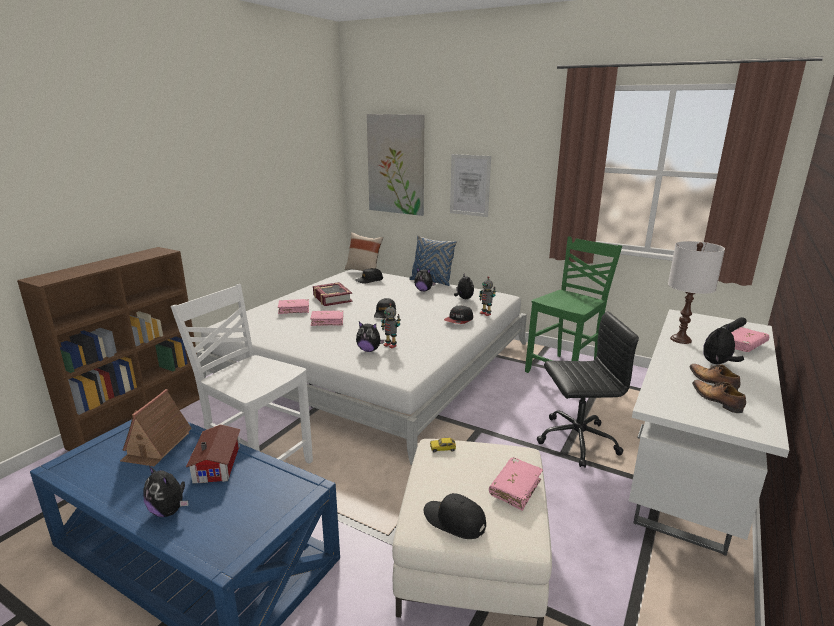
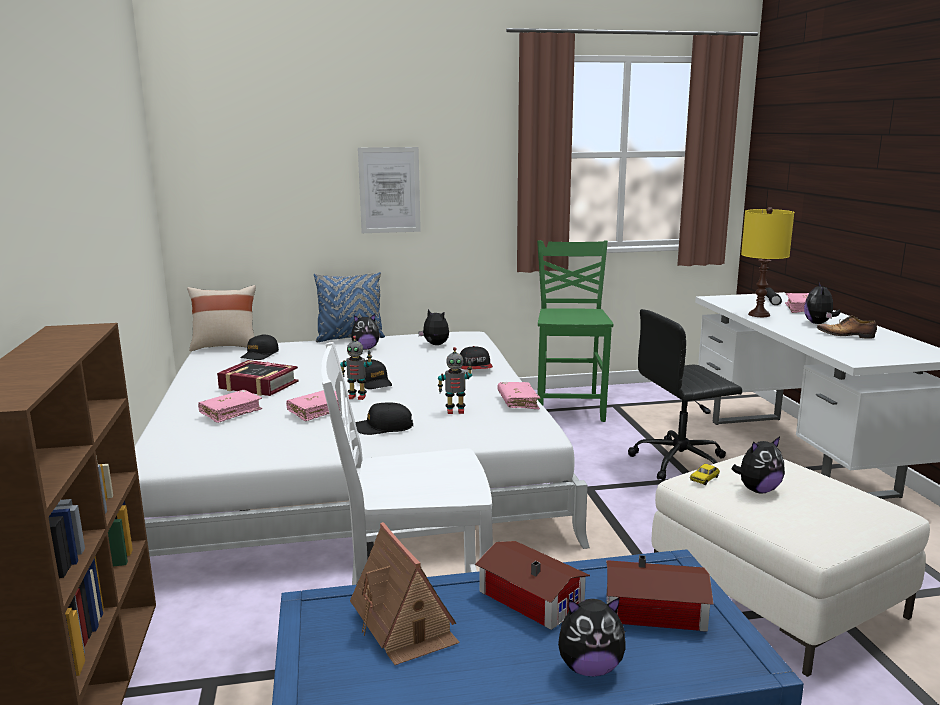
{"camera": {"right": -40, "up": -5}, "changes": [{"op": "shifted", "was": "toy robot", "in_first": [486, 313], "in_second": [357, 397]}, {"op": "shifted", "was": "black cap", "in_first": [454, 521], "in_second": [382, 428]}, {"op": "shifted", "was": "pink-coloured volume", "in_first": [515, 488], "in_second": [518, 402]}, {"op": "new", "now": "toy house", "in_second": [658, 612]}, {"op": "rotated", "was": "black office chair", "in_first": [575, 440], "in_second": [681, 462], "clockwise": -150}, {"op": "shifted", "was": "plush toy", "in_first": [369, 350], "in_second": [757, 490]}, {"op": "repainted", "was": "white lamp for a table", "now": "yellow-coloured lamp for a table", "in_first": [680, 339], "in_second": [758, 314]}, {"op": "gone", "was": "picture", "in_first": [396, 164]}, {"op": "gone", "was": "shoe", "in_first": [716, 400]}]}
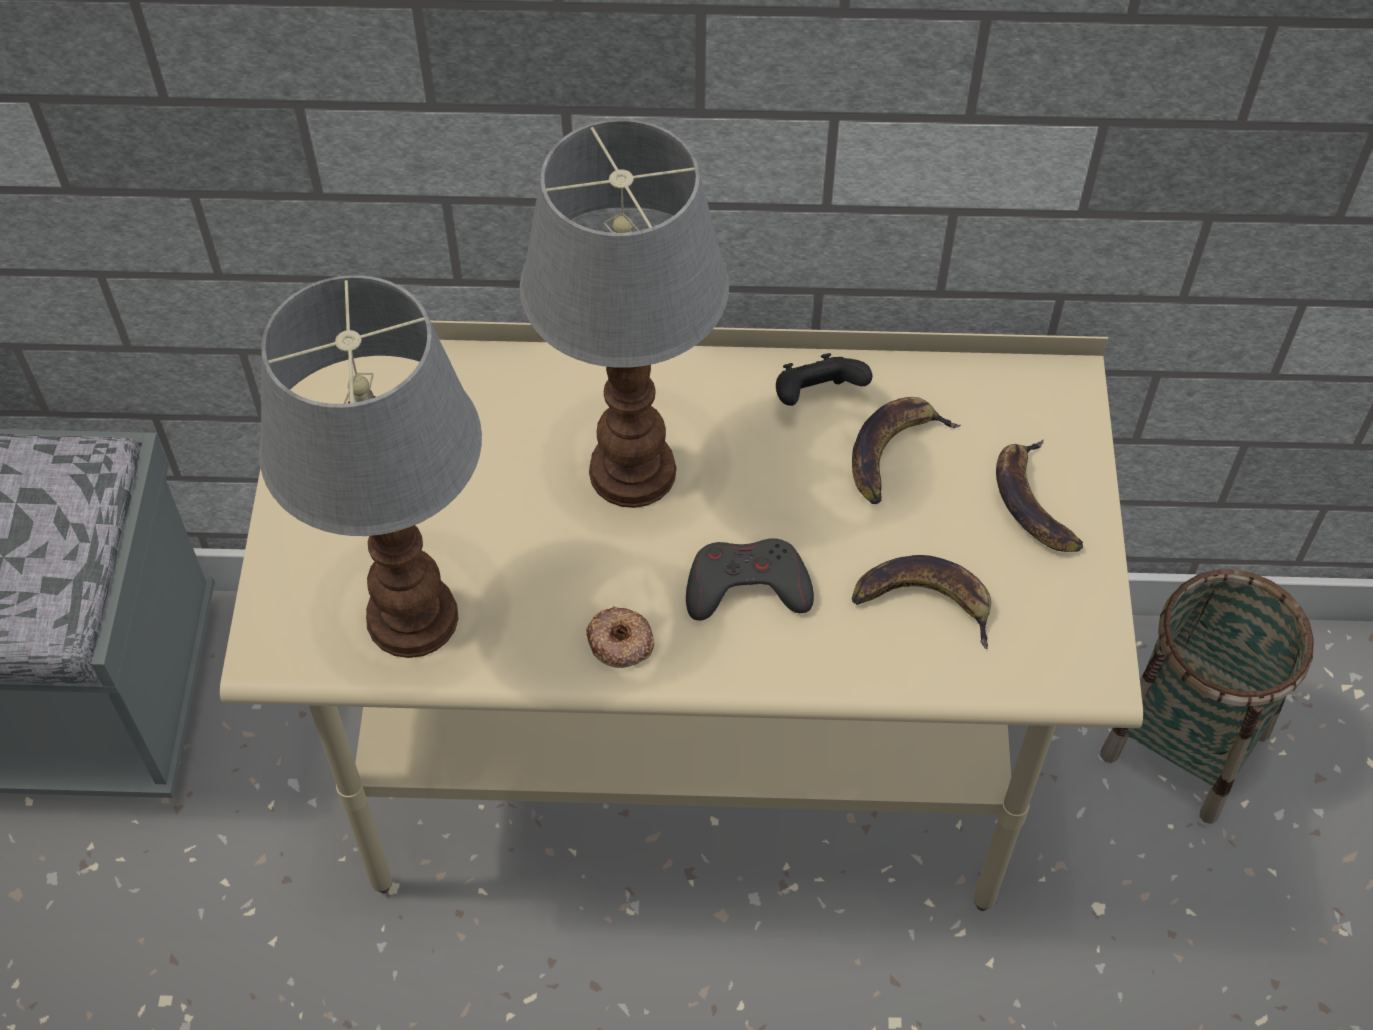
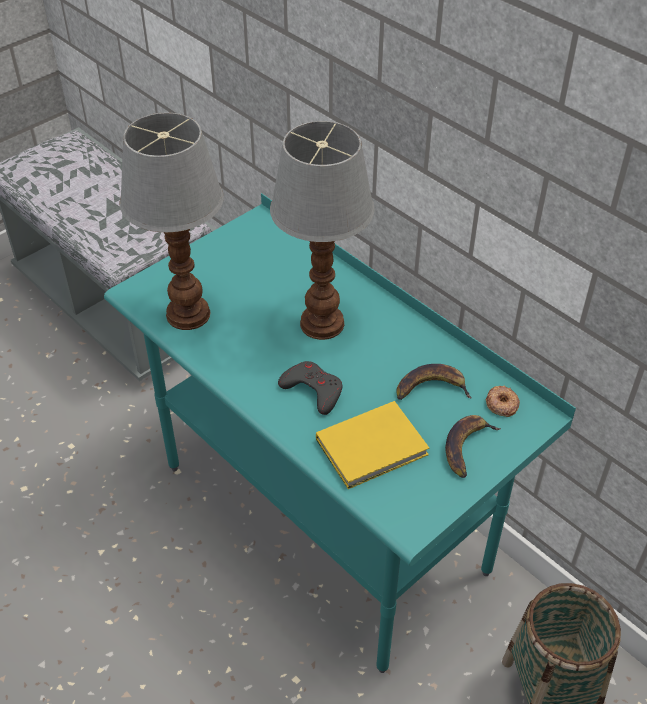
{"camera": {"right": 45, "up": -10}, "changes": [{"op": "repainted", "was": "sand-coloured desk", "now": "turquoise-coloured desk", "in_first": [686, 767], "in_second": [324, 518]}, {"op": "swapped", "was": "banana fruit", "now": "yellow-coloured volume", "in_first": [925, 601], "in_second": [375, 447]}, {"op": "shifted", "was": "doughnut", "in_first": [620, 642], "in_second": [501, 404]}, {"op": "gone", "was": "black gamepad", "in_first": [817, 397]}]}
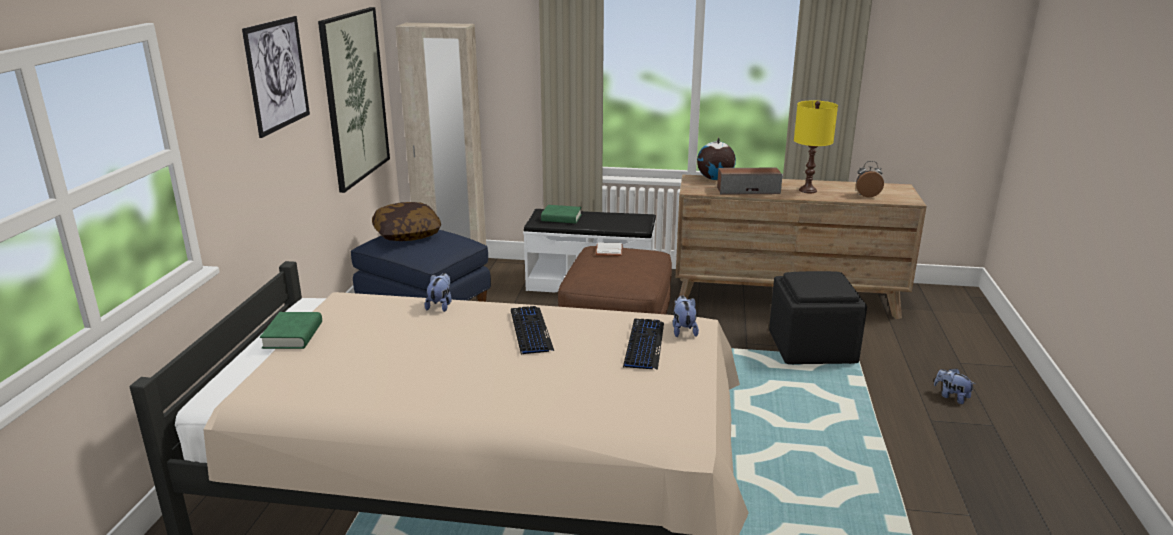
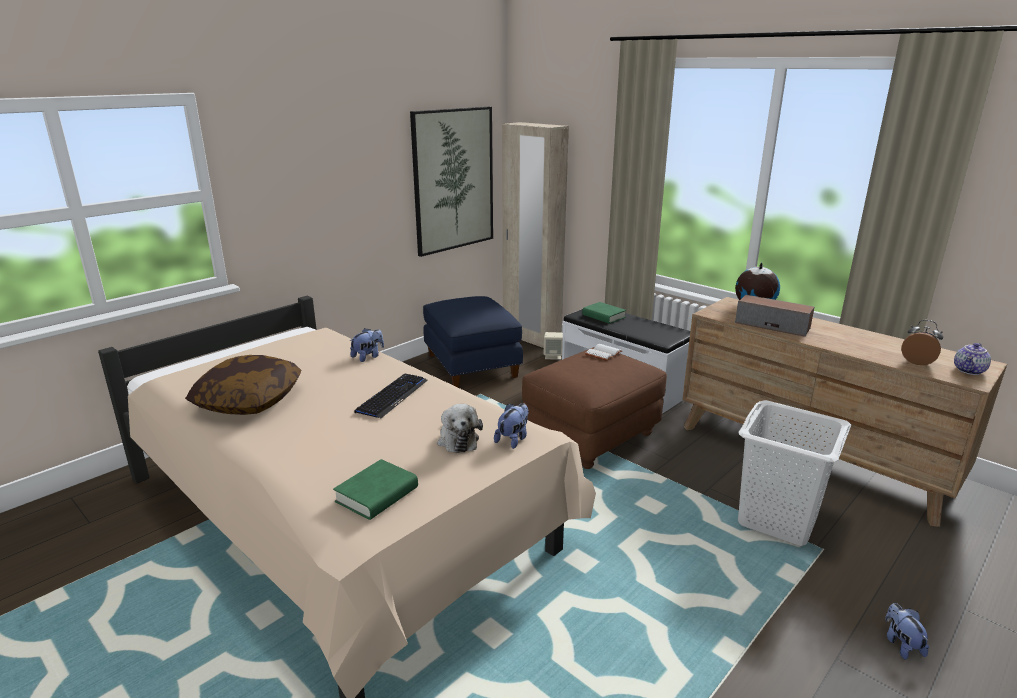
{"camera": {"right": 35, "up": 0}, "changes": [{"op": "shifted", "was": "pillow", "in_first": [407, 234], "in_second": [249, 400]}, {"op": "shifted", "was": "green-coloured volume", "in_first": [293, 335], "in_second": [377, 495]}, {"op": "swapped", "was": "PC keyboard", "now": "plush toy", "in_first": [644, 345], "in_second": [458, 439]}, {"op": "new", "now": "sand-coloured audio speaker", "in_second": [553, 356]}, {"op": "swapped", "was": "black footrest", "now": "white laundry basket", "in_first": [812, 349], "in_second": [777, 520]}, {"op": "new", "now": "teapot", "in_second": [969, 371]}, {"op": "gone", "was": "picture", "in_first": [277, 75]}, {"op": "gone", "was": "yellow-coloured lamp for a table", "in_first": [807, 190]}]}
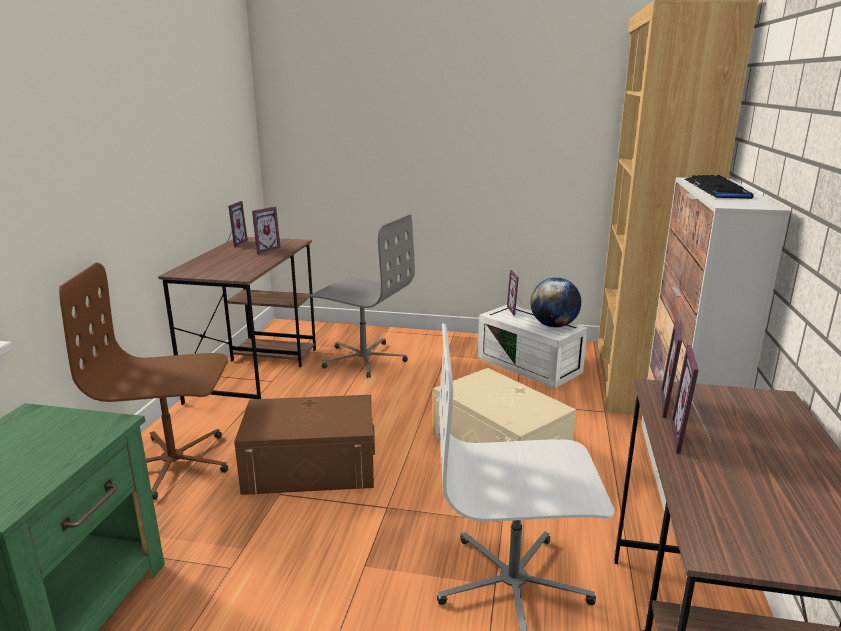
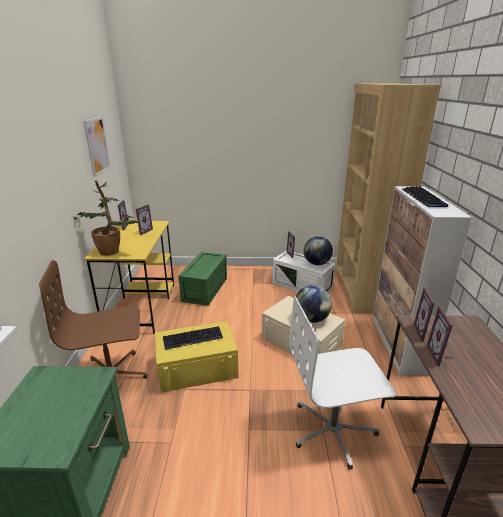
{"camera": {"right": -10, "up": 5}, "changes": [{"op": "new", "now": "houseplant", "in_second": [112, 252]}, {"op": "new", "now": "picture", "in_second": [97, 146]}, {"op": "repainted", "was": "brownish desk", "now": "yellow-coloured desk", "in_first": [255, 373], "in_second": [142, 306]}, {"op": "repainted", "was": "brownish storage container", "now": "yellow-coloured storage container", "in_first": [311, 466], "in_second": [197, 368]}, {"op": "new", "now": "PC keyboard", "in_second": [193, 338]}, {"op": "swapped", "was": "grey office chair", "now": "green-coloured storage container", "in_first": [364, 359], "in_second": [205, 289]}, {"op": "new", "now": "globe", "in_second": [311, 319]}]}
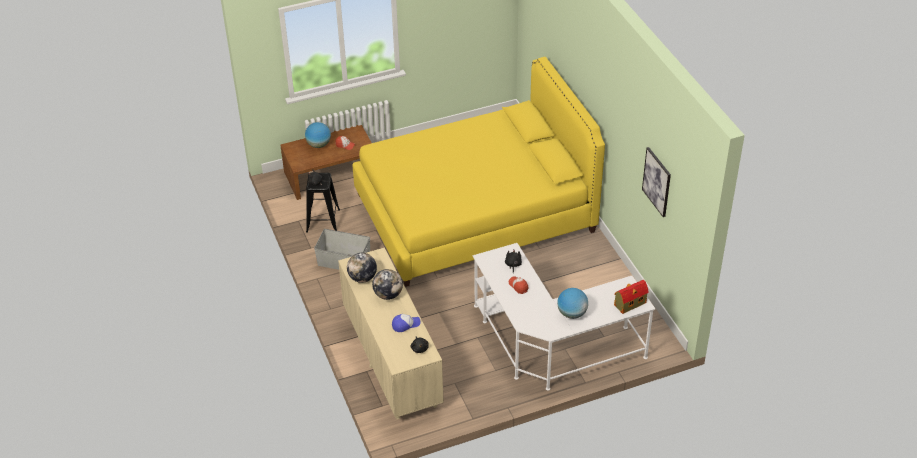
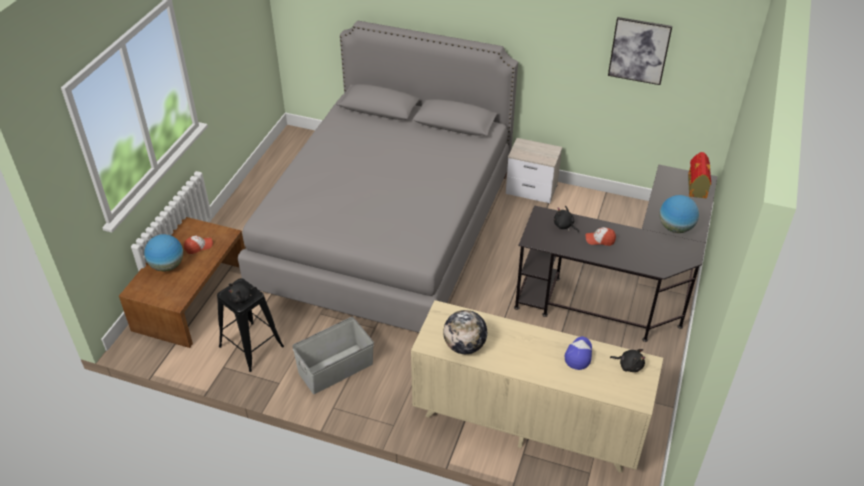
{"camera": {"right": -50, "up": 0}, "changes": [{"op": "repainted", "was": "yellow-coloured sleeping bed", "now": "grey sleeping bed", "in_first": [474, 212], "in_second": [387, 230]}, {"op": "new", "now": "nightstand", "in_second": [532, 190]}, {"op": "repainted", "was": "white desk", "now": "black desk", "in_first": [551, 345], "in_second": [624, 289]}, {"op": "gone", "was": "globe", "in_first": [388, 295]}]}
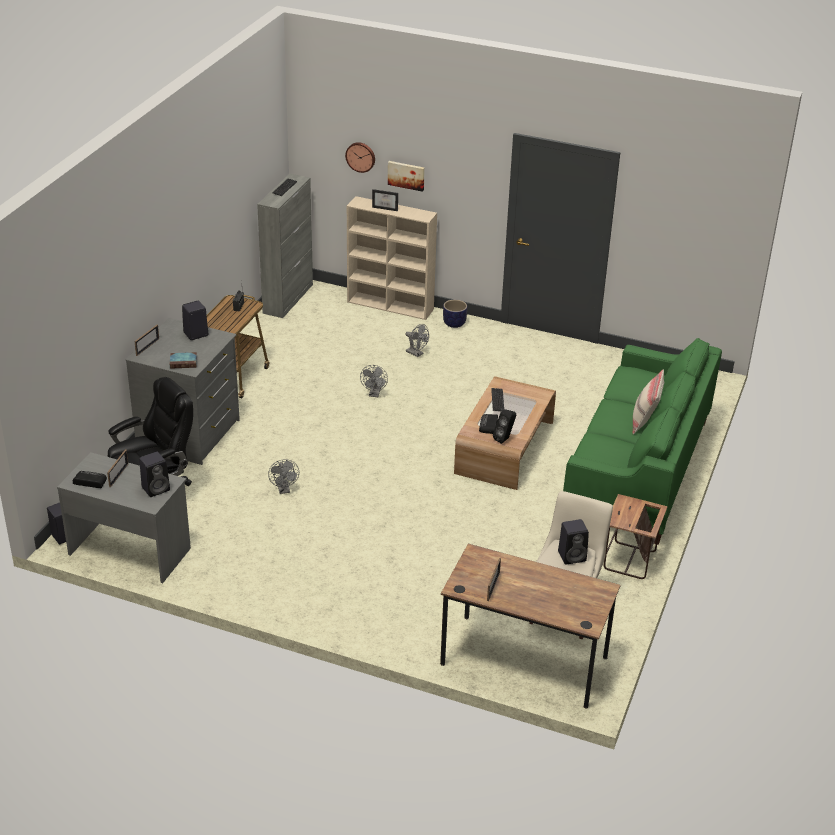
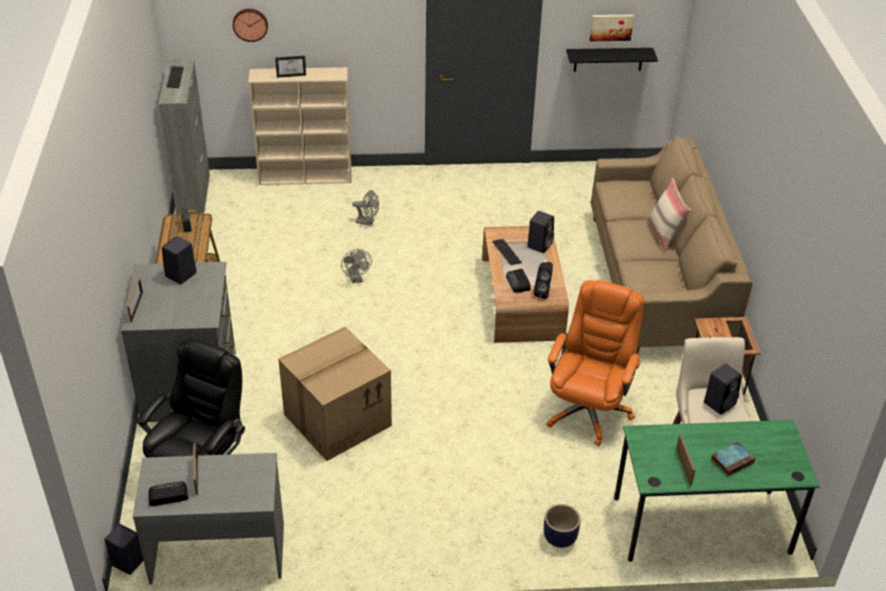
{"camera": {"right": -25, "up": 5}, "changes": [{"op": "swapped", "was": "grey electric fan", "now": "packing box", "in_first": [284, 490], "in_second": [338, 418]}, {"op": "shifted", "was": "black audio speaker", "in_first": [156, 488], "in_second": [540, 245]}, {"op": "shifted", "was": "plant pot", "in_first": [454, 323], "in_second": [559, 538]}, {"op": "new", "now": "orangey office chair", "in_second": [588, 410]}, {"op": "new", "now": "black wall shelf", "in_second": [608, 59]}, {"op": "shifted", "was": "picture", "in_first": [406, 175], "in_second": [611, 27]}, {"op": "repainted", "was": "green-coloured couch", "now": "sand-coloured couch", "in_first": [637, 470], "in_second": [656, 282]}, {"op": "repainted", "was": "brownish desk", "now": "green-coloured desk", "in_first": [524, 660], "in_second": [701, 525]}, {"op": "shifted", "was": "volume", "in_first": [184, 362], "in_second": [732, 460]}]}
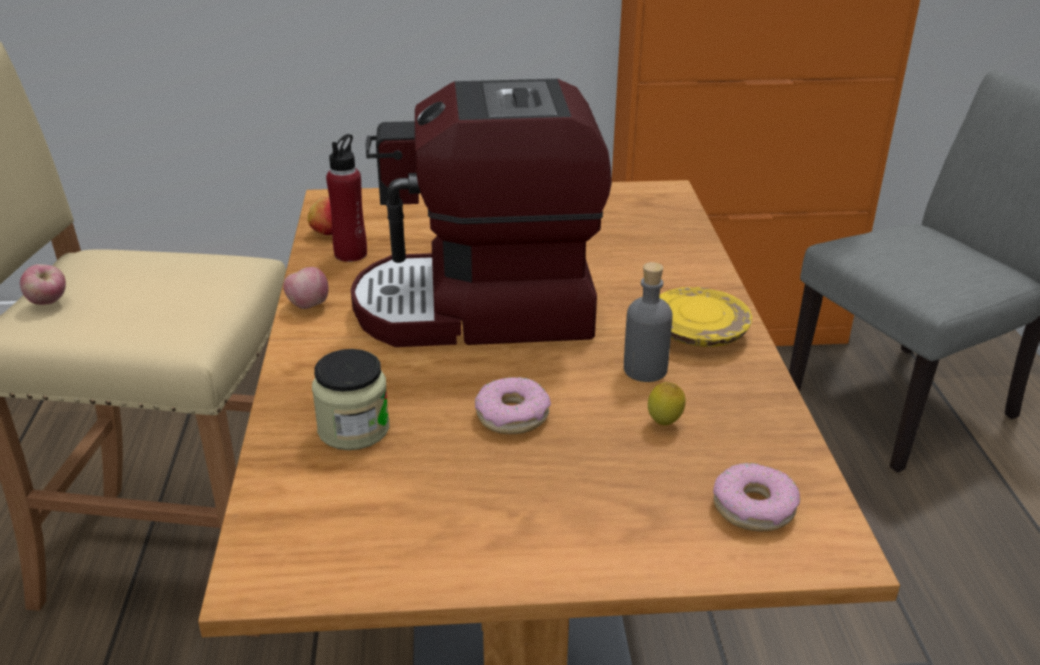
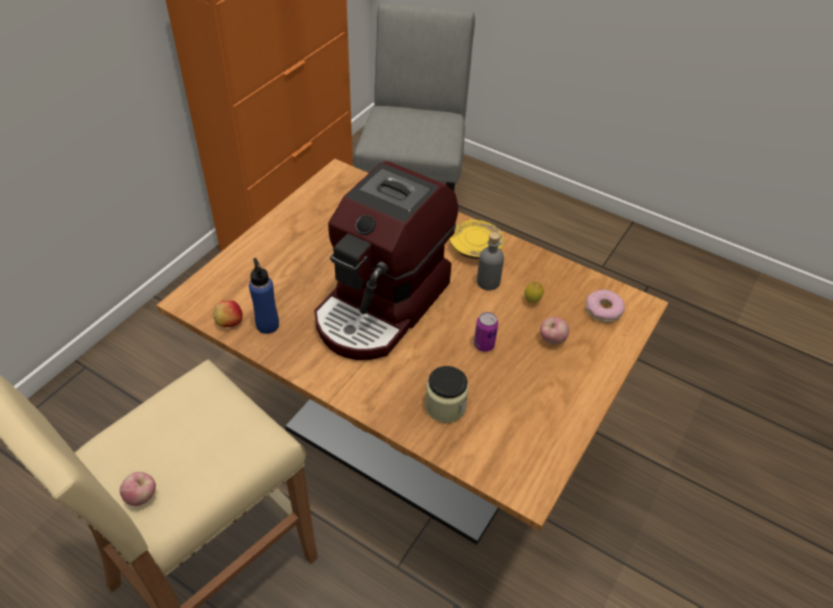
{"camera": {"right": -55, "up": 15}, "changes": [{"op": "repainted", "was": "red bottle", "now": "blue-coloured bottle", "in_first": [351, 254], "in_second": [267, 325]}, {"op": "swapped", "was": "doughnut", "now": "sealed can", "in_first": [512, 415], "in_second": [484, 345]}, {"op": "shifted", "was": "apple fruit", "in_first": [308, 305], "in_second": [552, 340]}]}
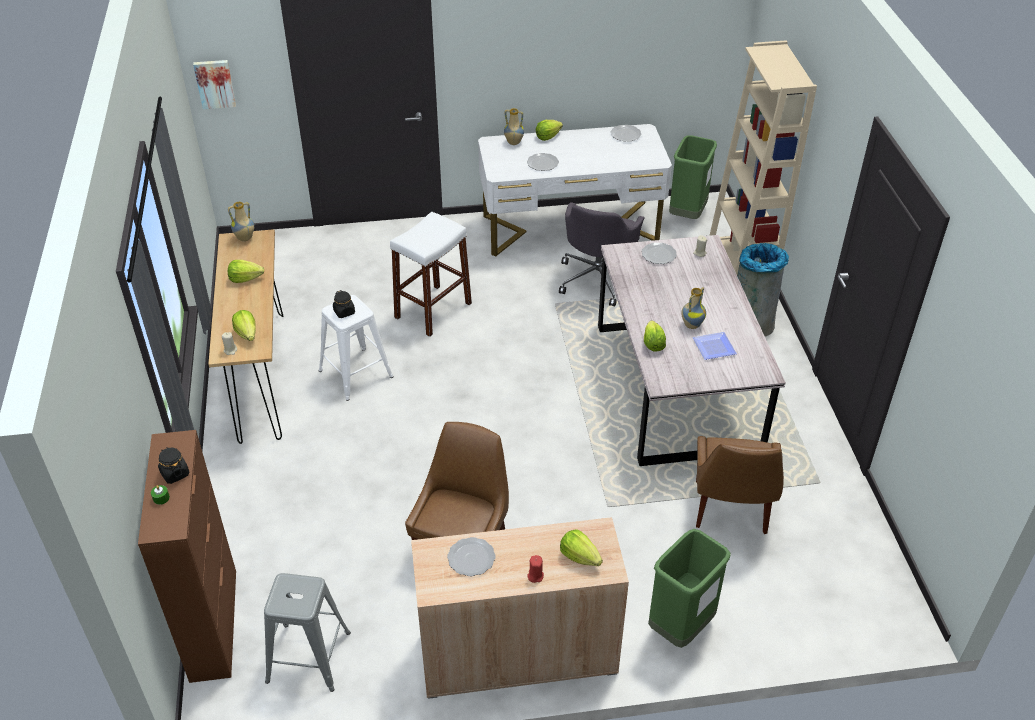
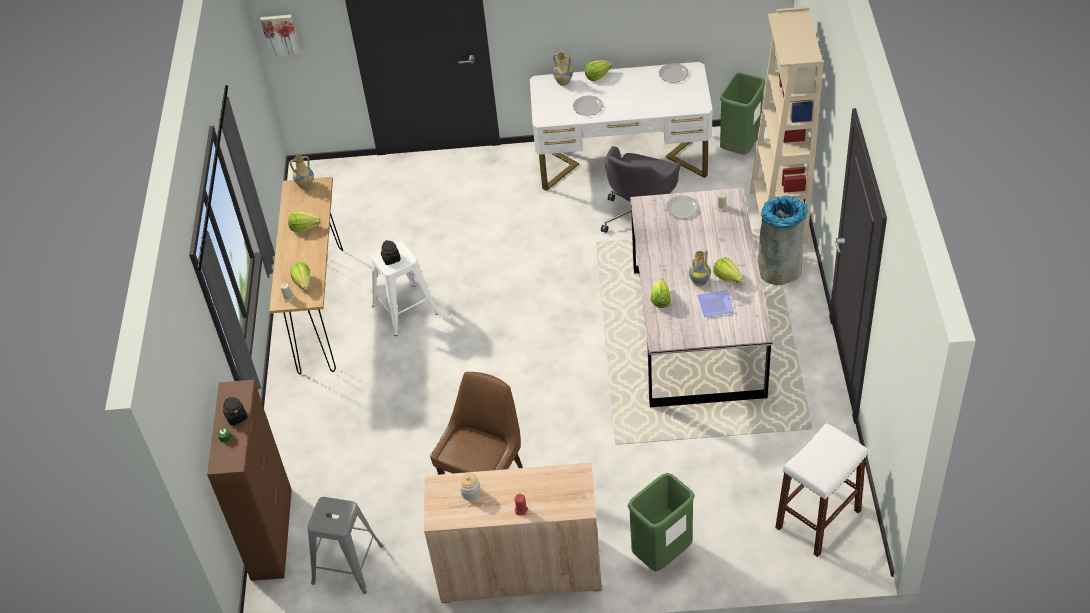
{"camera": {"right": 10, "up": 5}, "changes": [{"op": "swapped", "was": "plate", "now": "storage jar", "in_first": [470, 558], "in_second": [470, 493]}, {"op": "shifted", "was": "lettuce head", "in_first": [579, 557], "in_second": [727, 277]}, {"op": "shifted", "was": "white stool seat", "in_first": [433, 310], "in_second": [818, 519]}, {"op": "gone", "was": "brownish upright chair", "in_first": [730, 509]}]}
